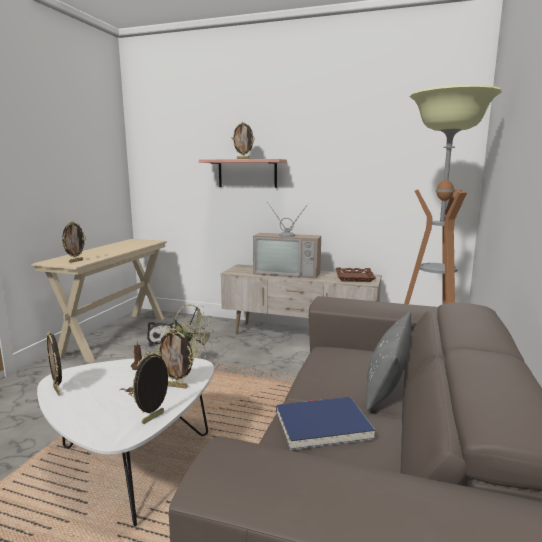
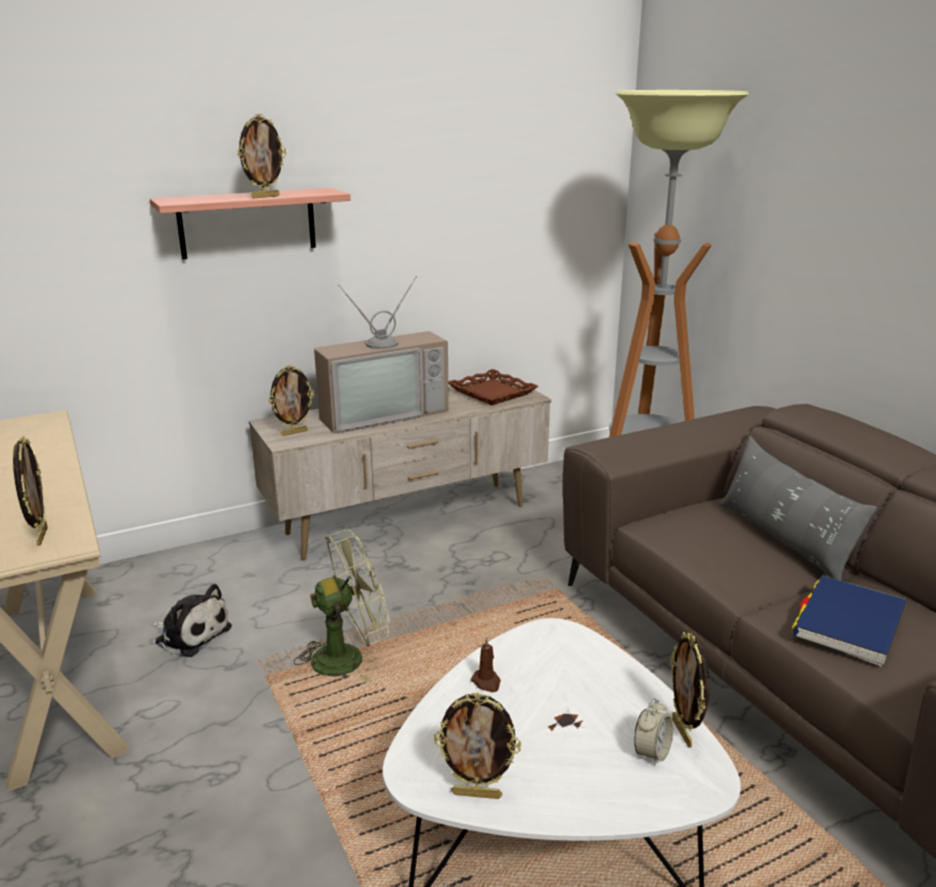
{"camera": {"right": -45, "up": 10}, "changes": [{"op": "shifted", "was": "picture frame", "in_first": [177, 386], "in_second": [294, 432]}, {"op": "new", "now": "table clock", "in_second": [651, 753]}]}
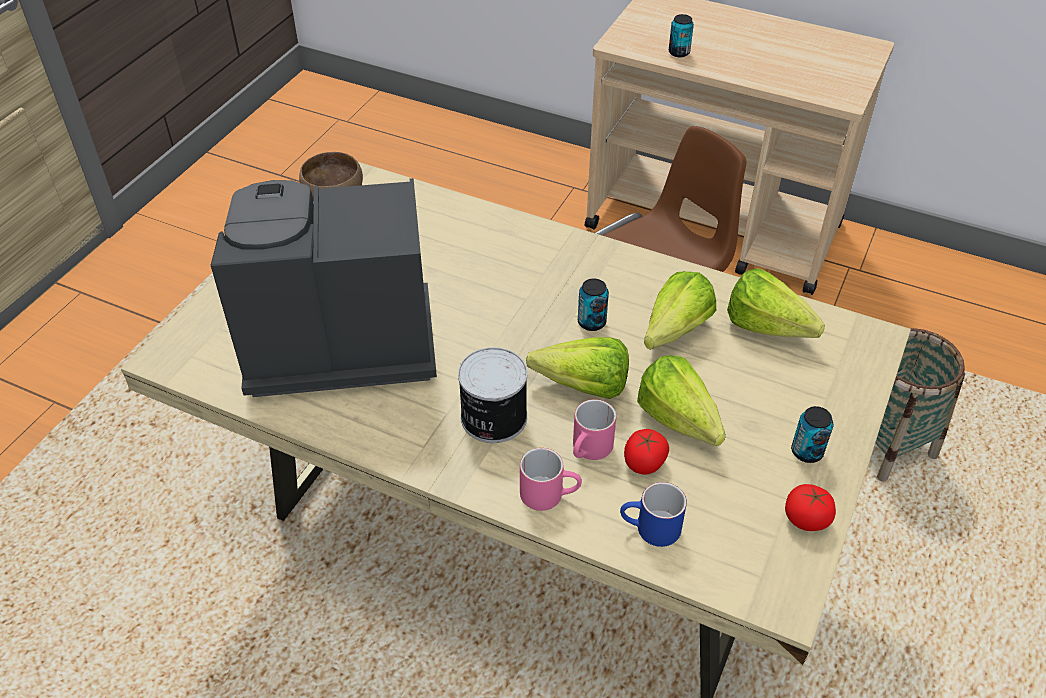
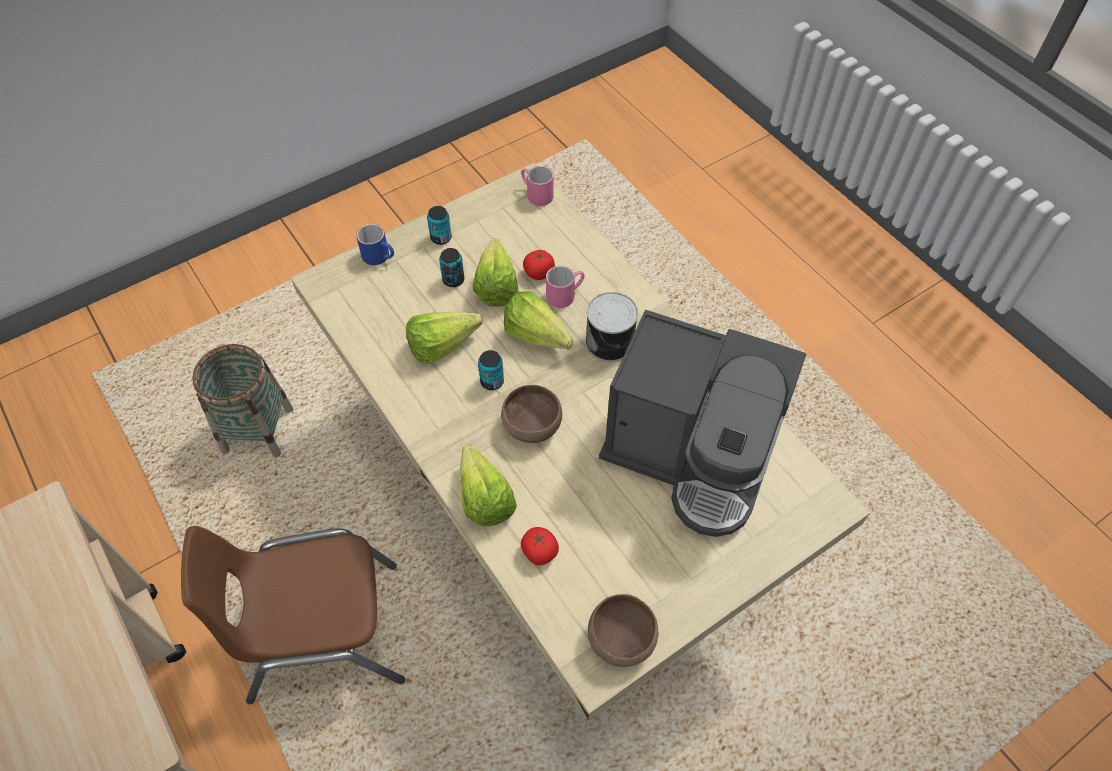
{"camera": {"right": -150, "up": 10}, "changes": [{"op": "shifted", "was": "blue-coloured tea mug", "in_first": [650, 530], "in_second": [380, 256]}, {"op": "shifted", "was": "sealed can", "in_first": [679, 52], "in_second": [453, 280]}, {"op": "shifted", "was": "lettuce head", "in_first": [772, 332], "in_second": [484, 493]}, {"op": "new", "now": "brownish deep dish", "in_second": [531, 426]}, {"op": "shifted", "was": "pink-coloured tea mug", "in_first": [550, 493], "in_second": [535, 194]}, {"op": "shifted", "was": "whole tomato", "in_first": [806, 519], "in_second": [539, 552]}]}
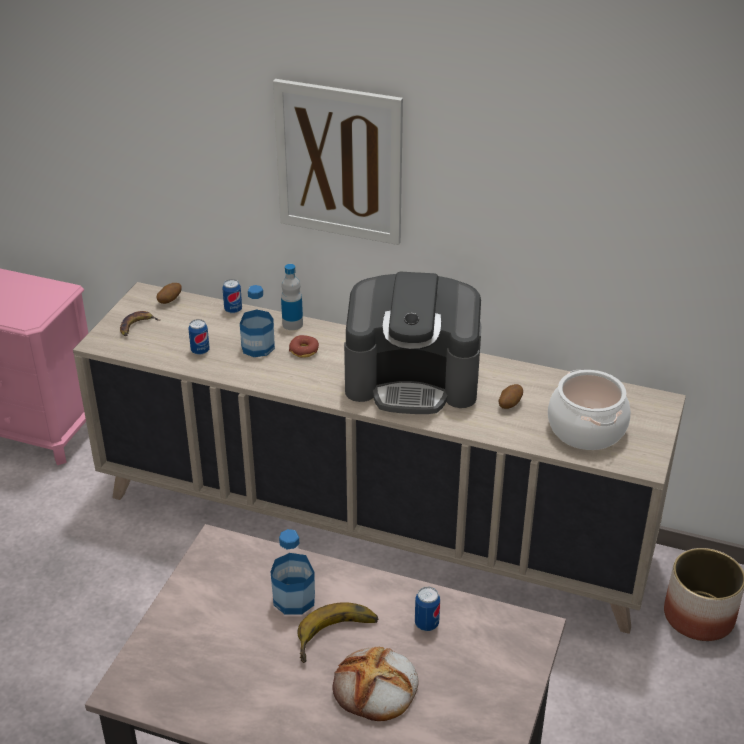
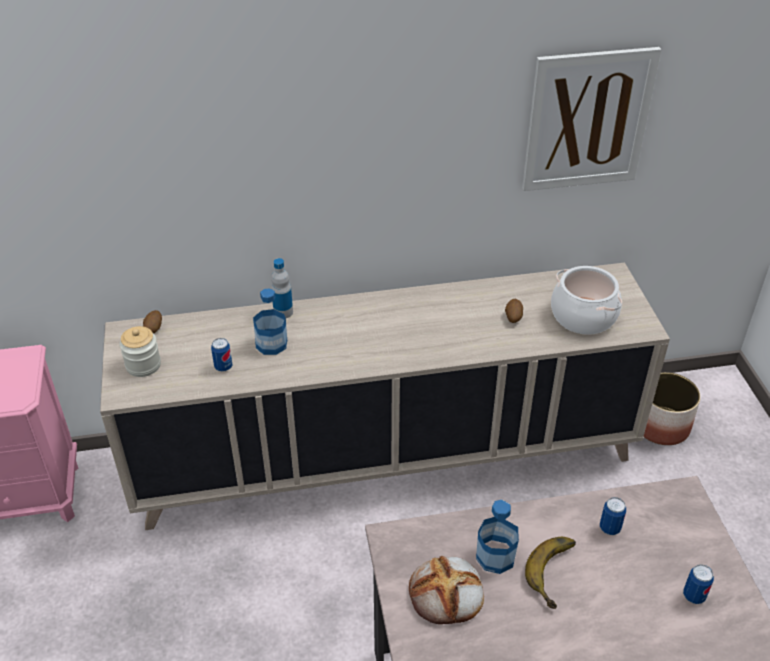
{"camera": {"right": -30, "up": 5}, "changes": [{"op": "swapped", "was": "banana fruit", "now": "storage jar", "in_first": [136, 326], "in_second": [143, 365]}, {"op": "shifted", "was": "bread", "in_first": [376, 688], "in_second": [447, 594]}, {"op": "shifted", "was": "picture", "in_first": [339, 162], "in_second": [587, 120]}, {"op": "shifted", "was": "sealed can", "in_first": [233, 310], "in_second": [694, 596]}, {"op": "gone", "was": "doughnut", "in_first": [304, 350]}, {"op": "gone", "was": "coffee maker", "in_first": [413, 380]}]}
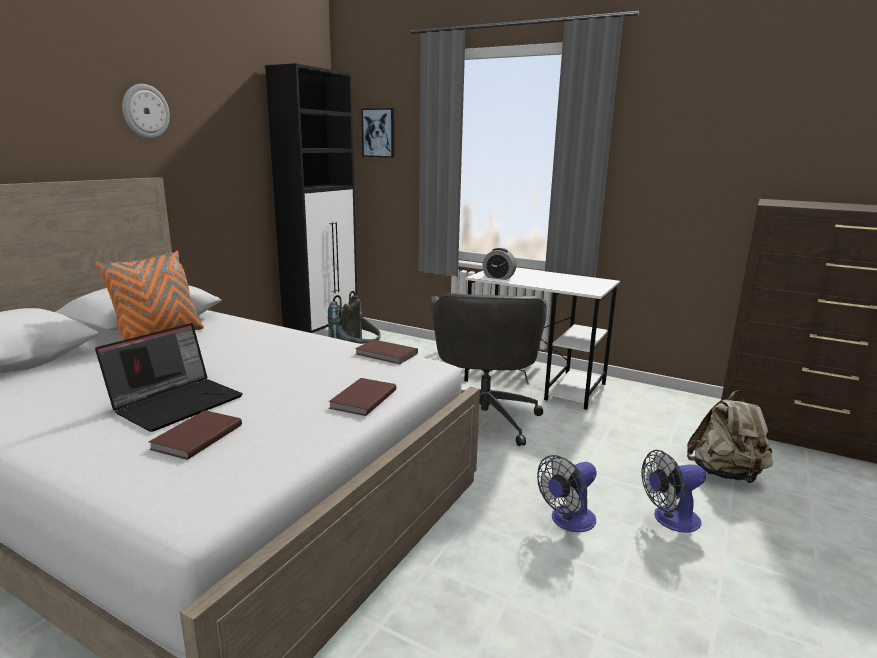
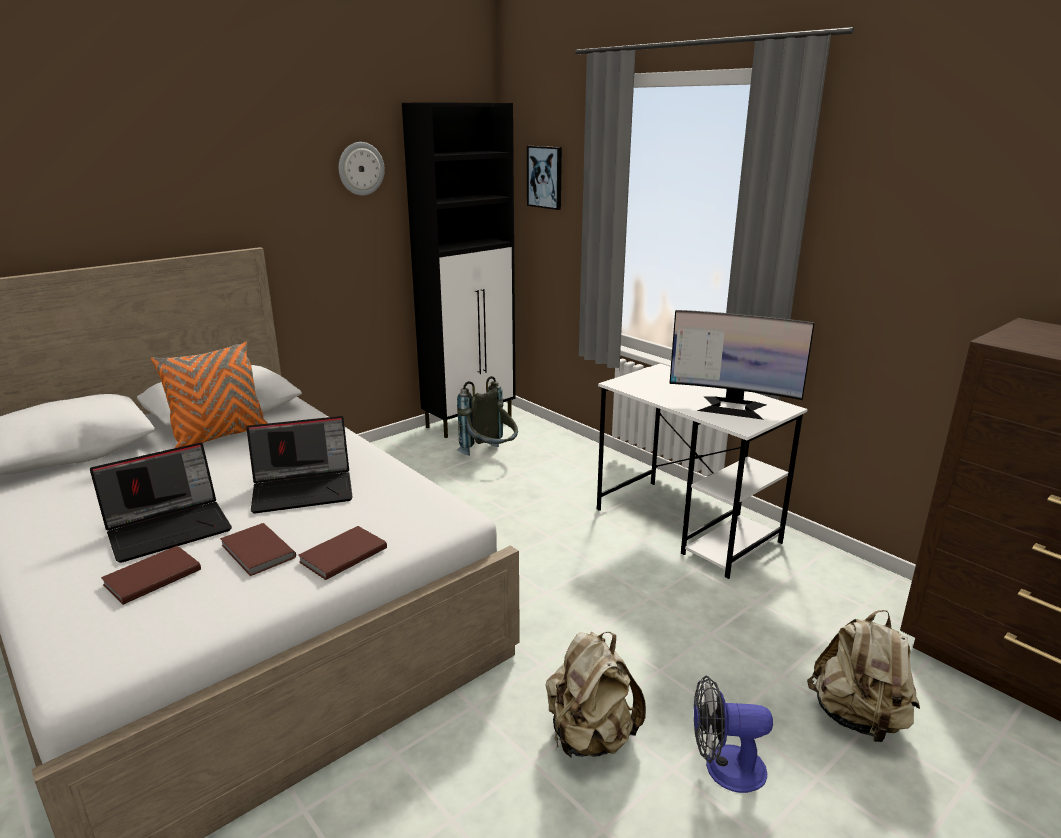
{"camera": {"right": 20, "up": 5}, "changes": [{"op": "shifted", "was": "brownish volume", "in_first": [386, 354], "in_second": [256, 552]}, {"op": "new", "now": "notebook computer", "in_second": [304, 489]}, {"op": "shifted", "was": "wall clock", "in_first": [145, 111], "in_second": [361, 168]}, {"op": "swapped", "was": "electric fan", "now": "sand-coloured rucksack", "in_first": [568, 521], "in_second": [590, 737]}, {"op": "new", "now": "computer screen", "in_second": [732, 407]}, {"op": "gone", "was": "grey office chair", "in_first": [484, 417]}, {"op": "gone", "was": "table clock", "in_first": [498, 277]}]}
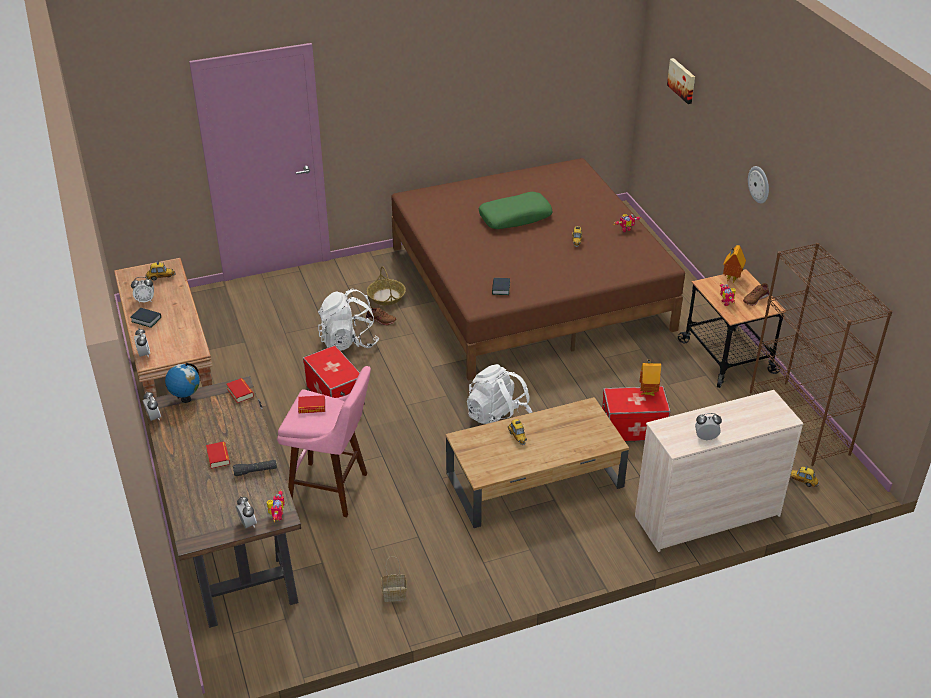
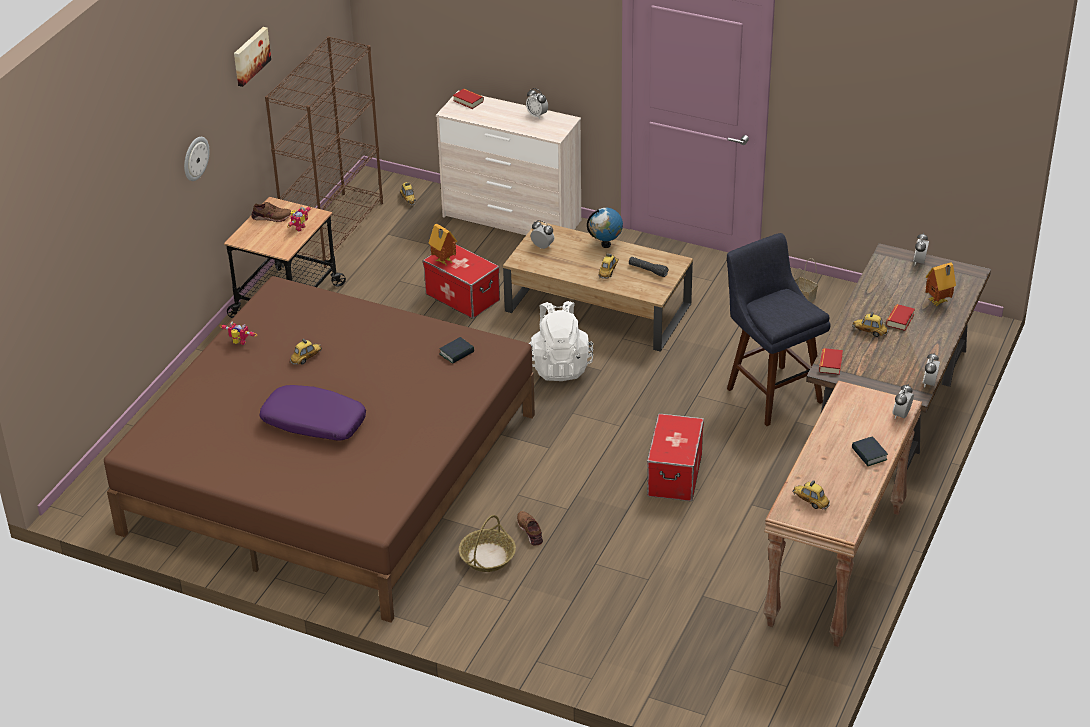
{"camera": {"right": -135, "up": 0}, "changes": [{"op": "shifted", "was": "picture", "in_first": [682, 80], "in_second": [250, 56]}, {"op": "repainted", "was": "green-coloured pillow", "now": "purple pillow", "in_first": [515, 217], "in_second": [313, 423]}, {"op": "shifted", "was": "volume", "in_first": [312, 407], "in_second": [468, 101]}, {"op": "shifted", "was": "table clock", "in_first": [145, 300], "in_second": [542, 246]}, {"op": "shifted", "was": "globe", "in_first": [186, 399], "in_second": [606, 244]}, {"op": "shifted", "was": "black hand torch", "in_first": [255, 471], "in_second": [648, 270]}, {"op": "repainted", "was": "pink-coloured stool seat", "now": "blue-coloured stool seat", "in_first": [333, 490], "in_second": [770, 392]}, {"op": "new", "now": "model car", "in_second": [869, 332]}, {"op": "shifted", "was": "toy house", "in_first": [730, 279], "in_second": [939, 302]}, {"op": "gone", "was": "toy robot", "in_first": [276, 515]}, {"op": "gone", "was": "white rucksack", "in_first": [349, 341]}]}
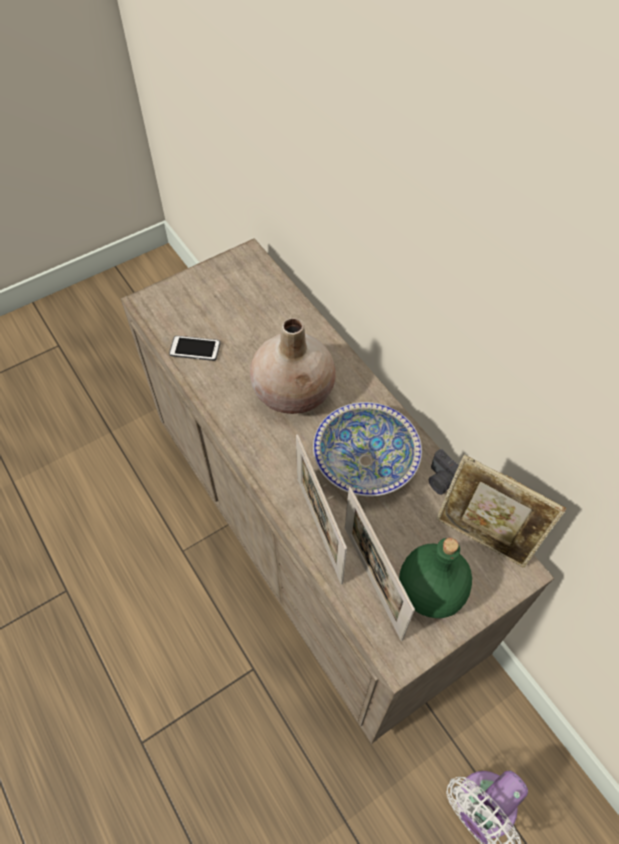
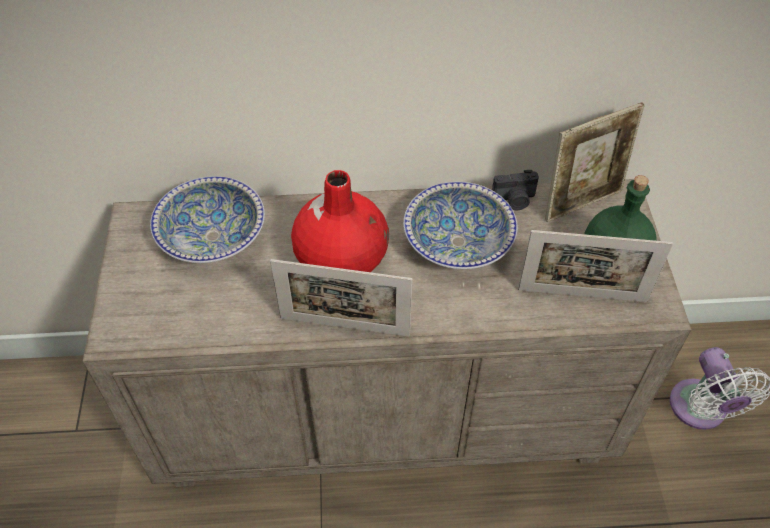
{"camera": {"right": -60, "up": -5}, "changes": [{"op": "new", "now": "deep dish", "in_second": [212, 236]}, {"op": "shifted", "was": "picture frame", "in_first": [319, 529], "in_second": [344, 326]}, {"op": "repainted", "was": "sand-coloured flower vase", "now": "red flower vase", "in_first": [294, 392], "in_second": [342, 259]}, {"op": "gone", "was": "handset", "in_first": [195, 349]}]}
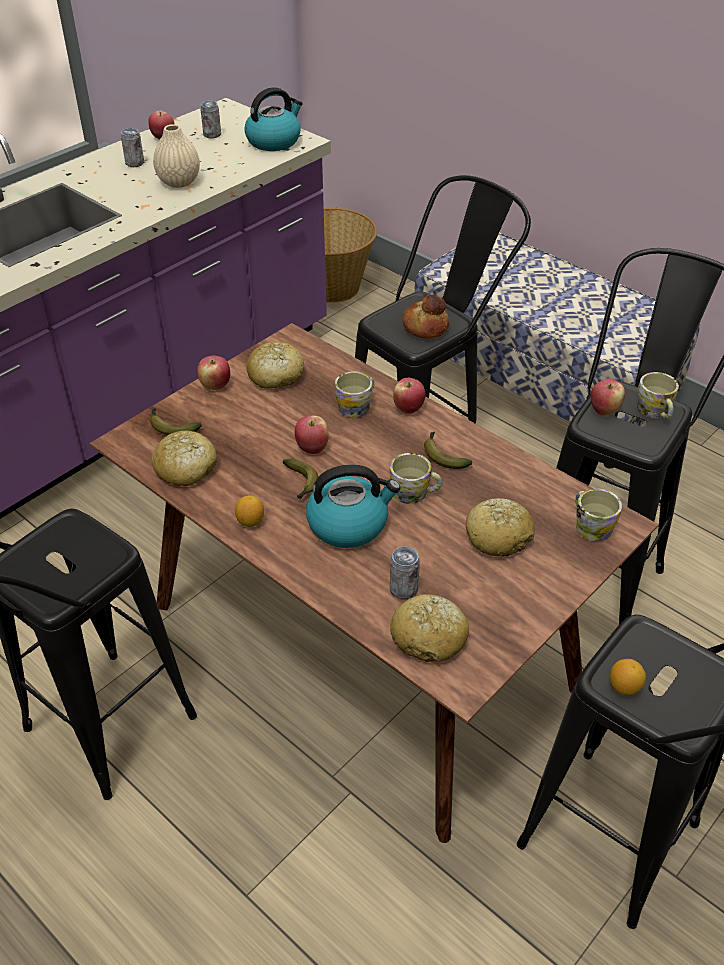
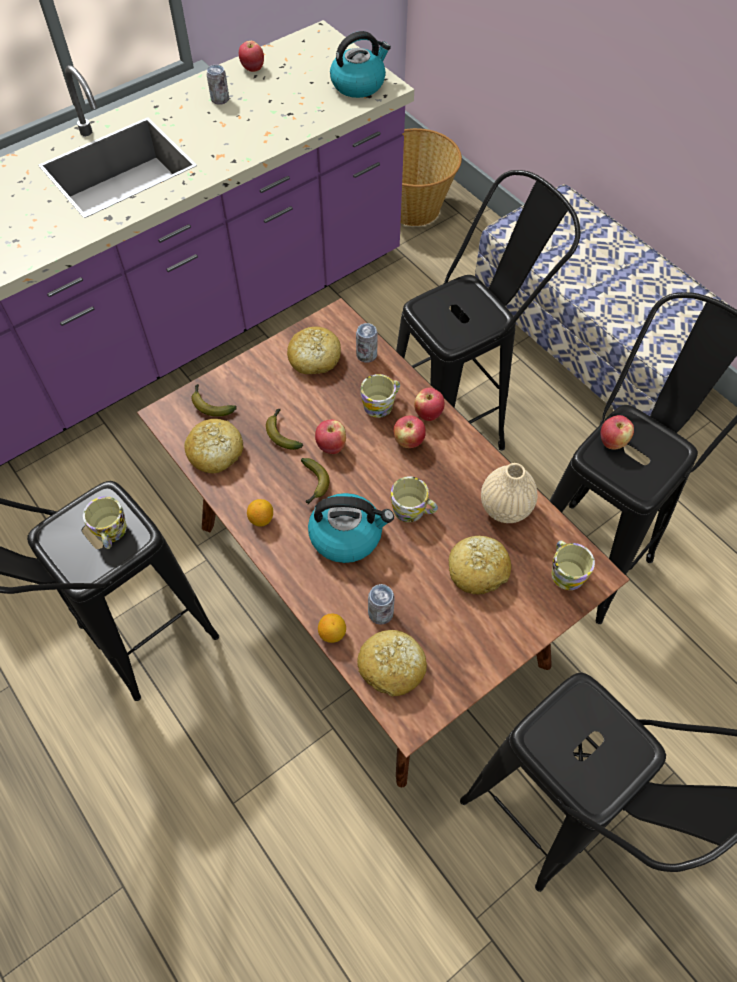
{"camera": {"right": 10, "up": 15}, "changes": [{"op": "shifted", "was": "tea mug", "in_first": [655, 412], "in_second": [110, 533]}, {"op": "shifted", "was": "banana fruit", "in_first": [443, 455], "in_second": [282, 433]}, {"op": "shifted", "was": "lemon", "in_first": [624, 687], "in_second": [332, 633]}, {"op": "shifted", "was": "sealed can", "in_first": [212, 135], "in_second": [366, 355]}, {"op": "shifted", "was": "apple fruit", "in_first": [215, 385], "in_second": [408, 441]}, {"op": "shifted", "was": "sand-coloured flower vase", "in_first": [179, 182], "in_second": [505, 507]}, {"op": "gone", "was": "bread", "in_first": [424, 327]}]}
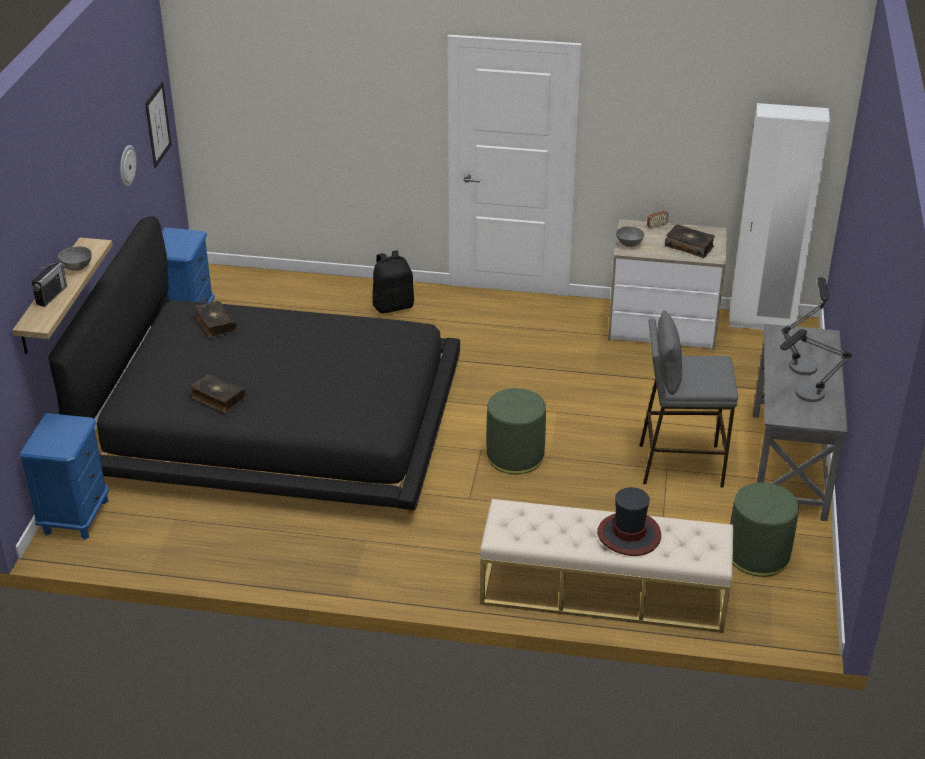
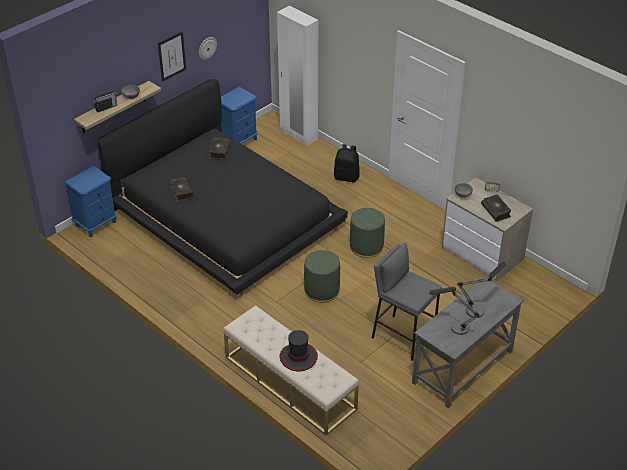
{"camera": {"right": 35, "up": 5}, "changes": [{"op": "shifted", "was": "picture", "in_first": [157, 124], "in_second": [171, 56]}, {"op": "shifted", "was": "white wardrobe", "in_first": [761, 323], "in_second": [298, 134]}, {"op": "shifted", "was": "green-coloured footrest", "in_first": [758, 555], "in_second": [366, 247]}]}
